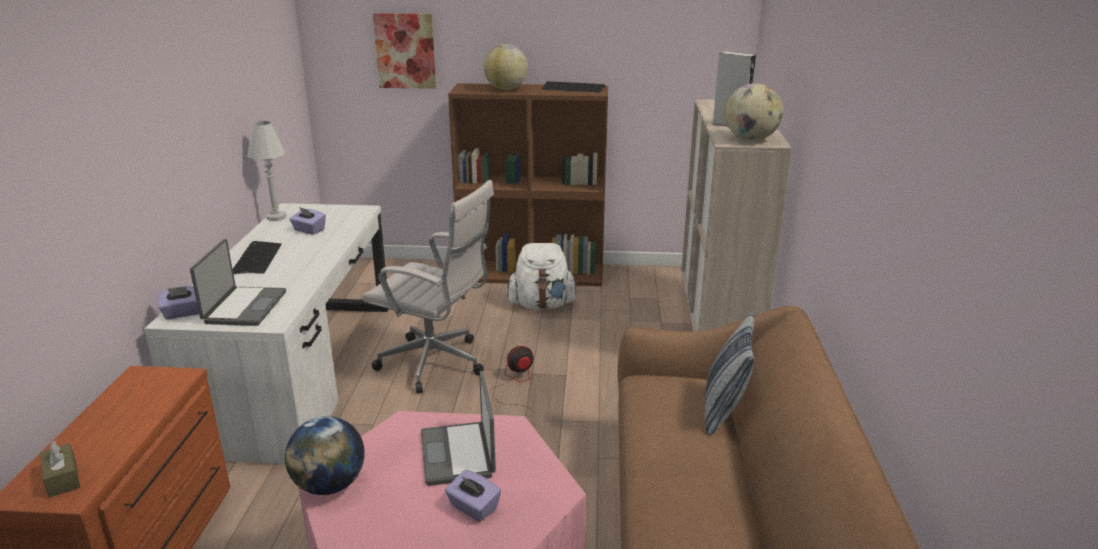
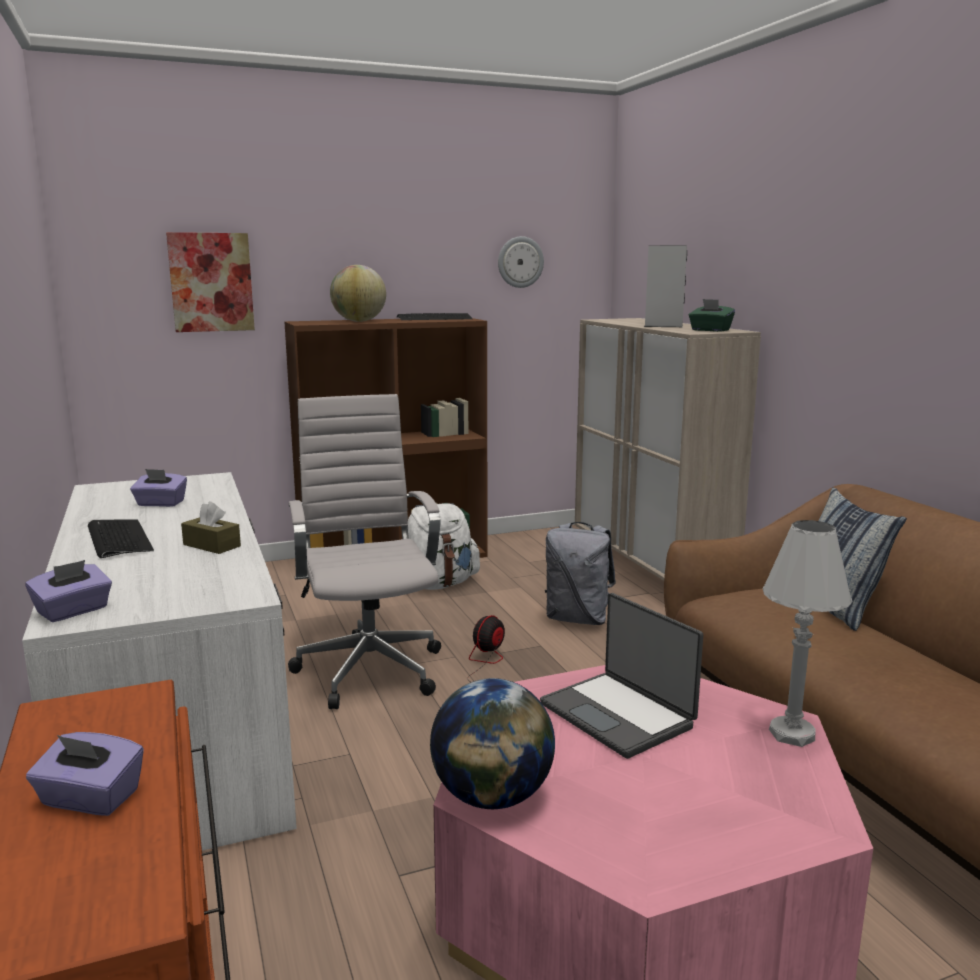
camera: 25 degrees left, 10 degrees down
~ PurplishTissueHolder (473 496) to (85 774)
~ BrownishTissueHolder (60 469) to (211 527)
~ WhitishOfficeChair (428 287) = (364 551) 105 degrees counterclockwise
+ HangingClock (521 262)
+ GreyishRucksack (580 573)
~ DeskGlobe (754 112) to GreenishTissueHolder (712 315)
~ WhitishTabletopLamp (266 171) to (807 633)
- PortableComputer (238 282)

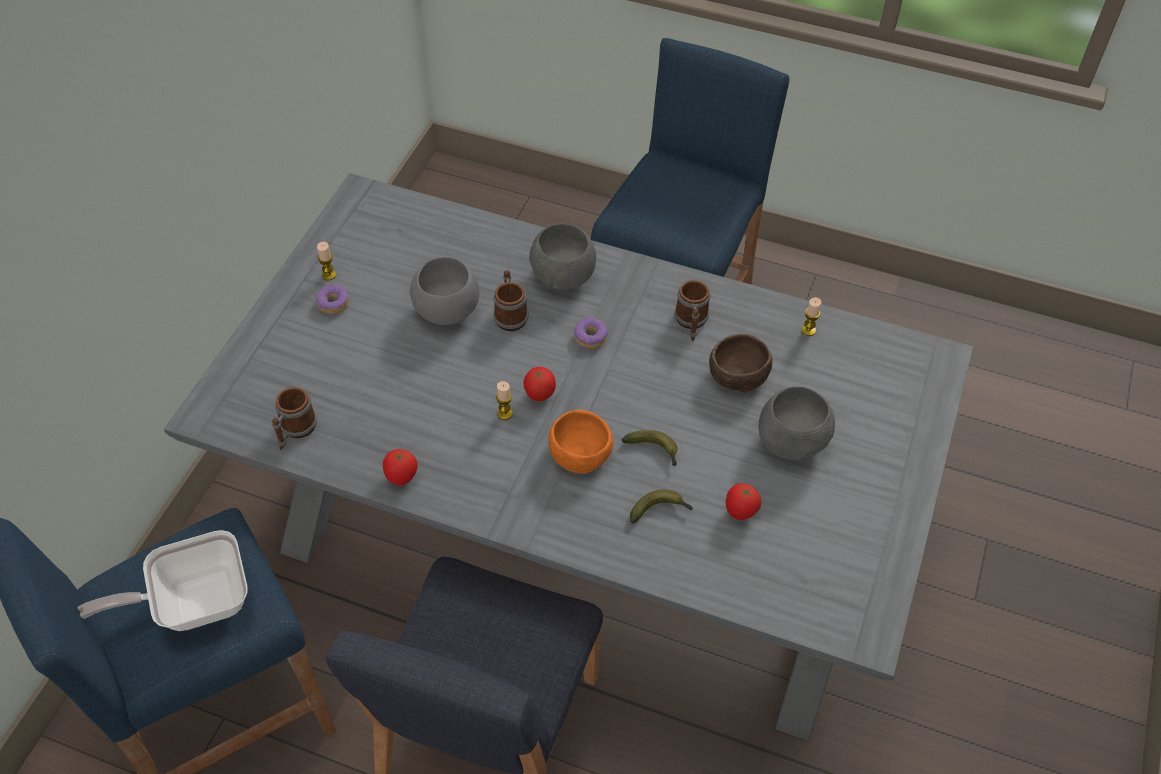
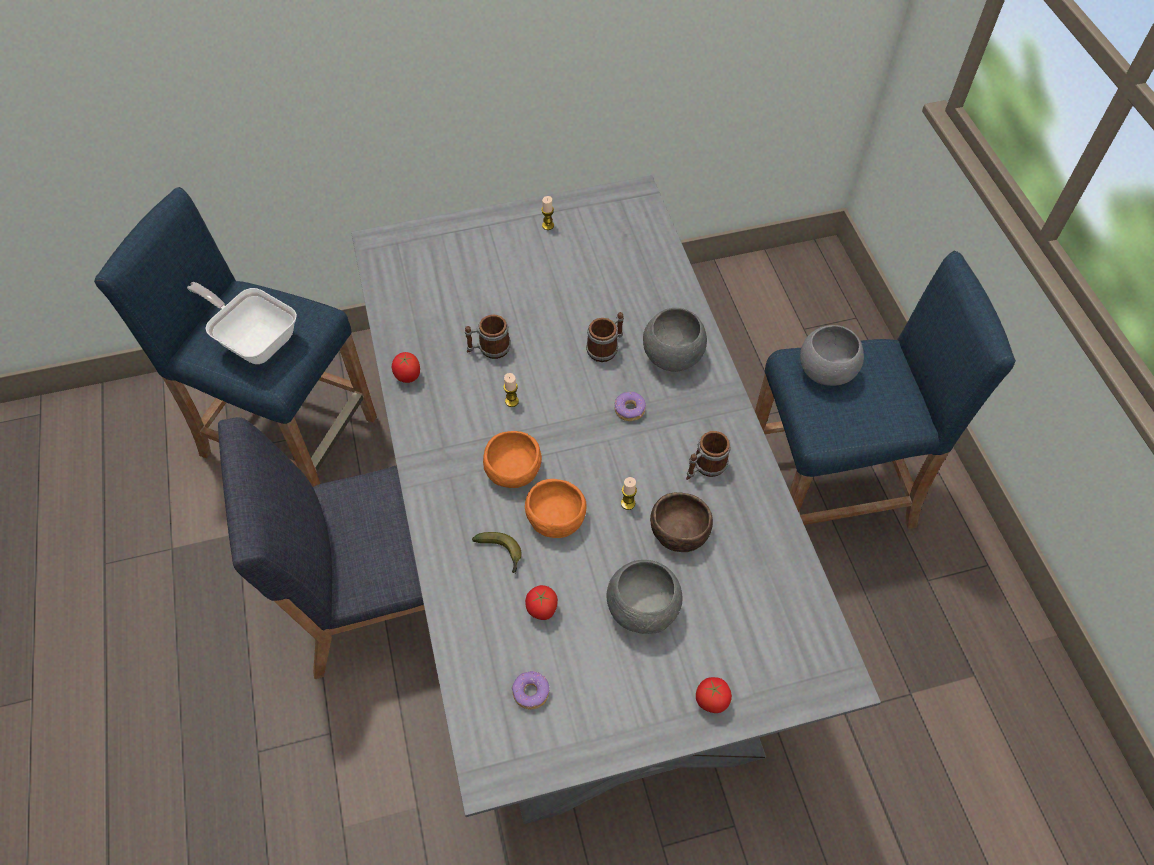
camera: 55 degrees right, 5 degrees up
~ TeaMug (294 418) to (488 337)
~ RingDoughnut (332 299) to (530 690)
~ BananaFruit (650 448) to OrangeColouredDeepDish (556 508)
~ WaxLight (811 316) to (629 493)
~ WholeTomato (539 384) to (714 695)
~ GreyishDeepDish (444 291) to (832 355)

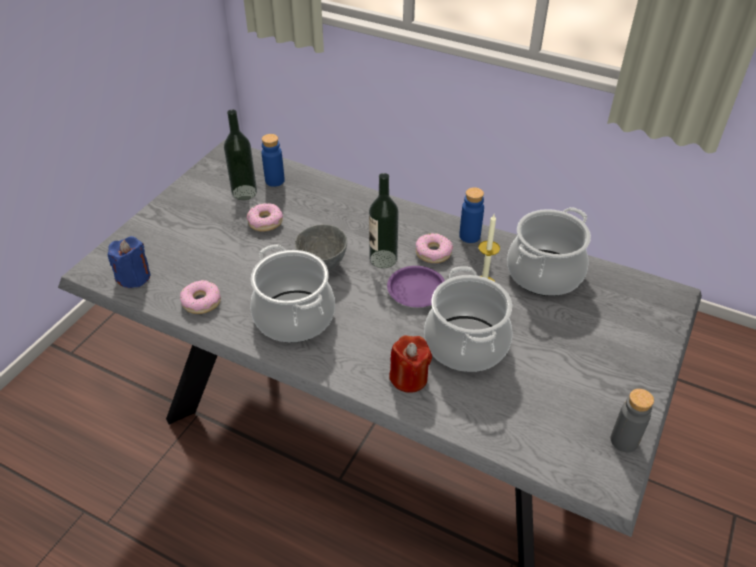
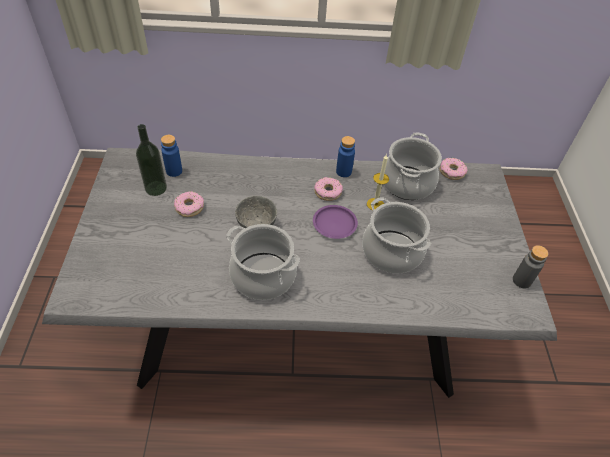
camera: 30 degrees left, 5 degrees up
~ RingDoughnut (200 297) to (453 169)
- BluishWaxLight (129 262)
- DrinkBottle (384 220)
- RedWaxLight (411 364)

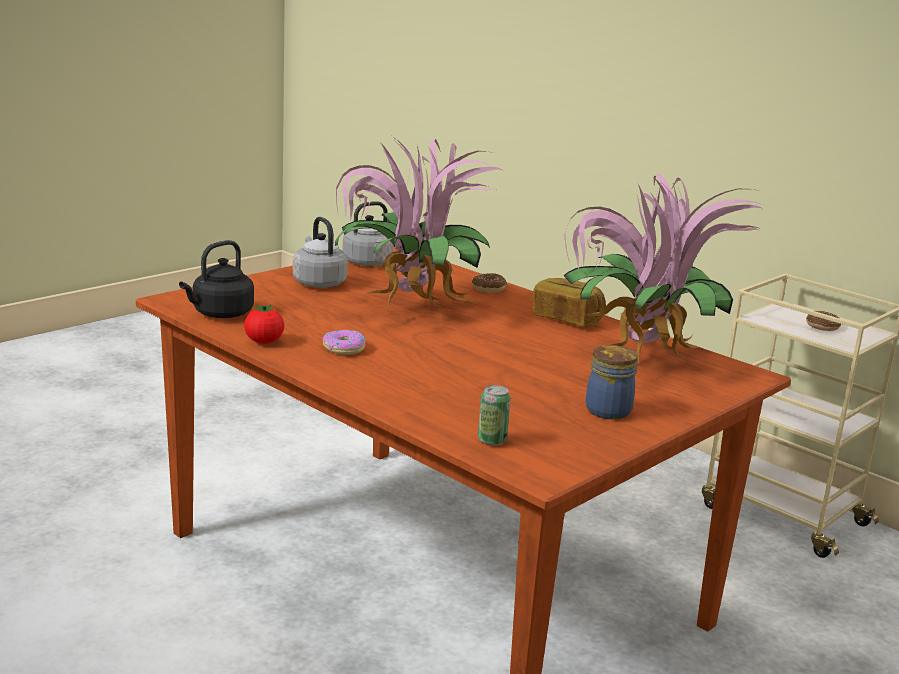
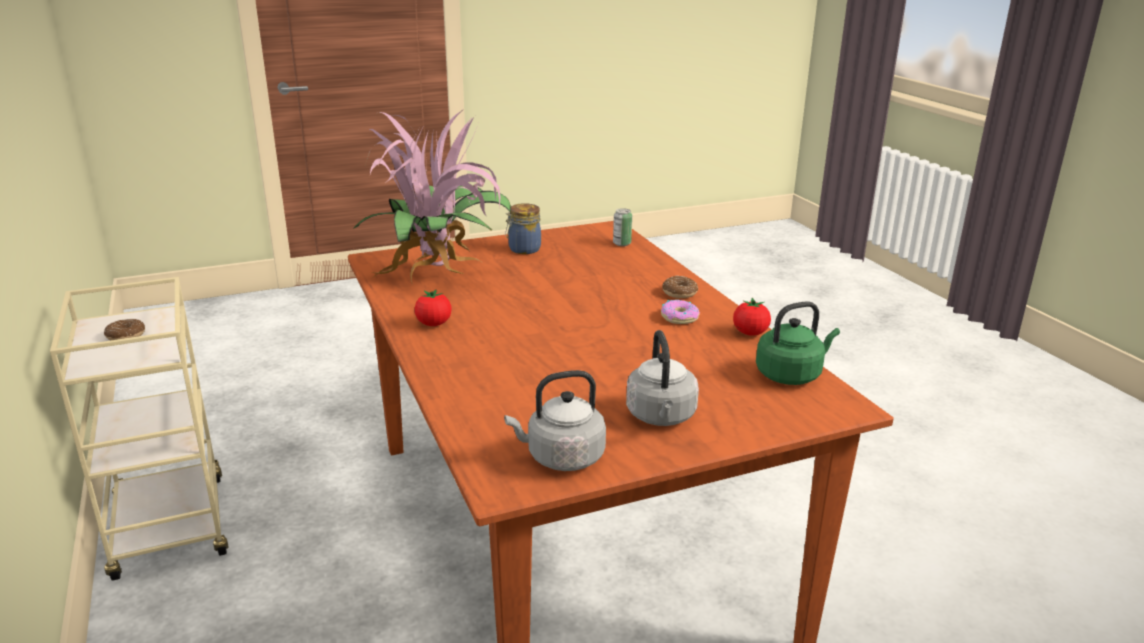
camera: 155 degrees left, 5 degrees up
~ Bread (569 302) to WholeTomato (433 308)
~ RingDoughnut (489 282) to (680 287)
~ BlackColouredKettle (216 279) to GreenishKettle (798 343)
- PottedPlant (419 223)

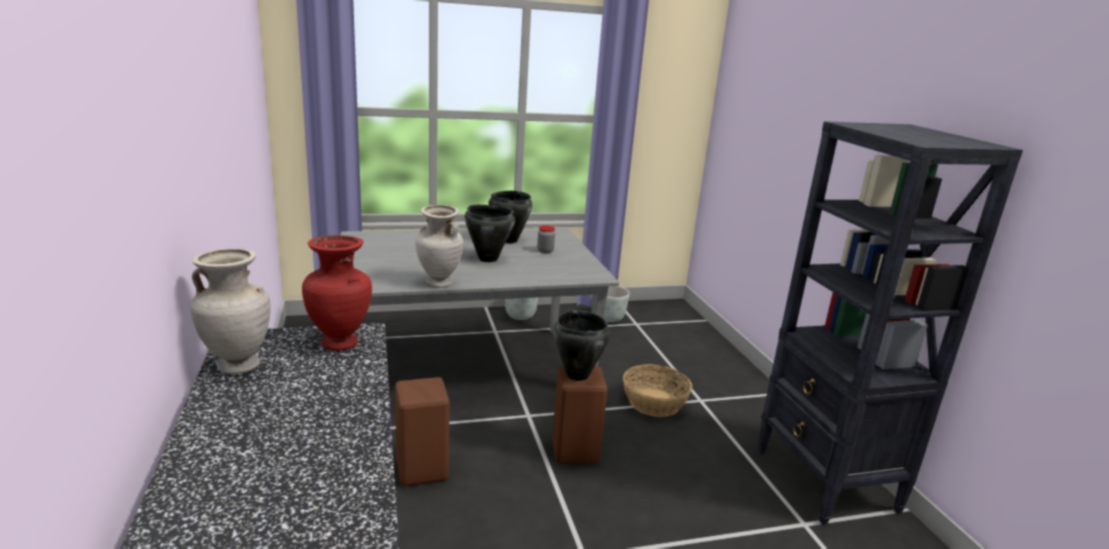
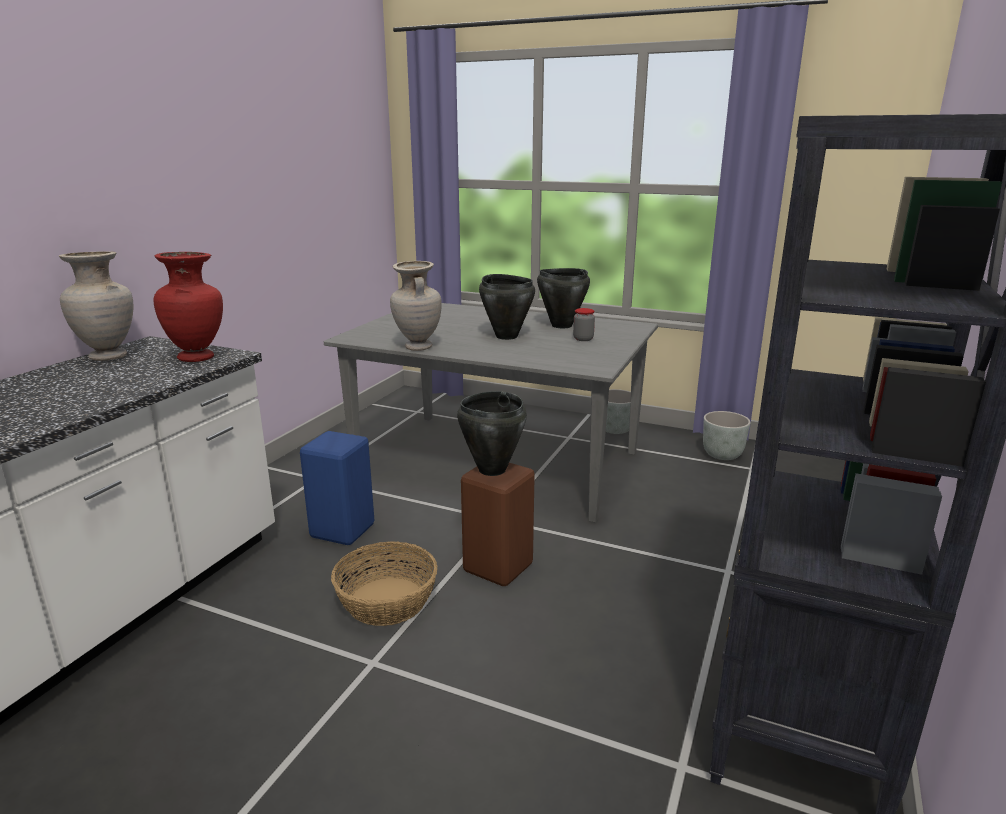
camera: 40 degrees right, 0 degrees up
~ BrownishSittingStool (422 431) to BluishSittingStool (337 488)
~ StorageBasket (657 390) to (384 584)

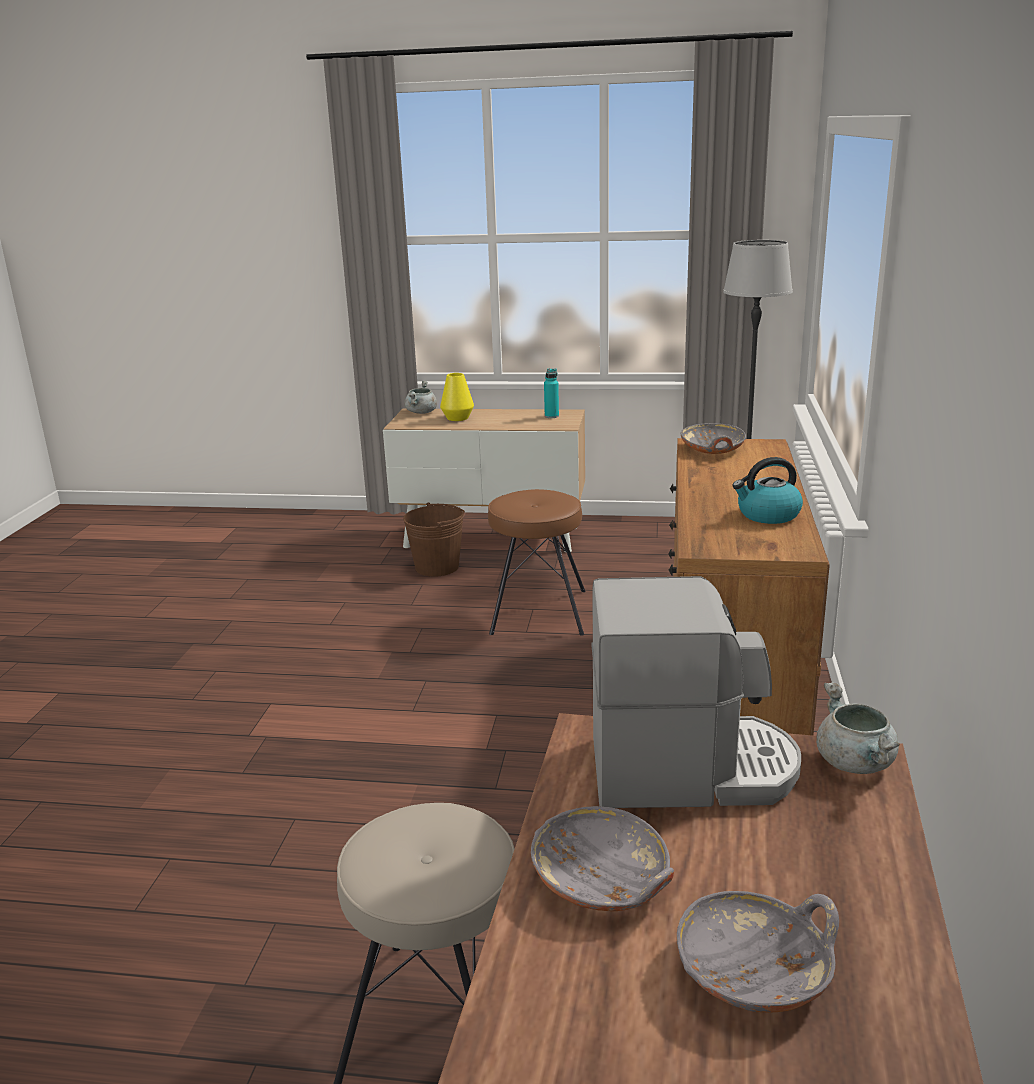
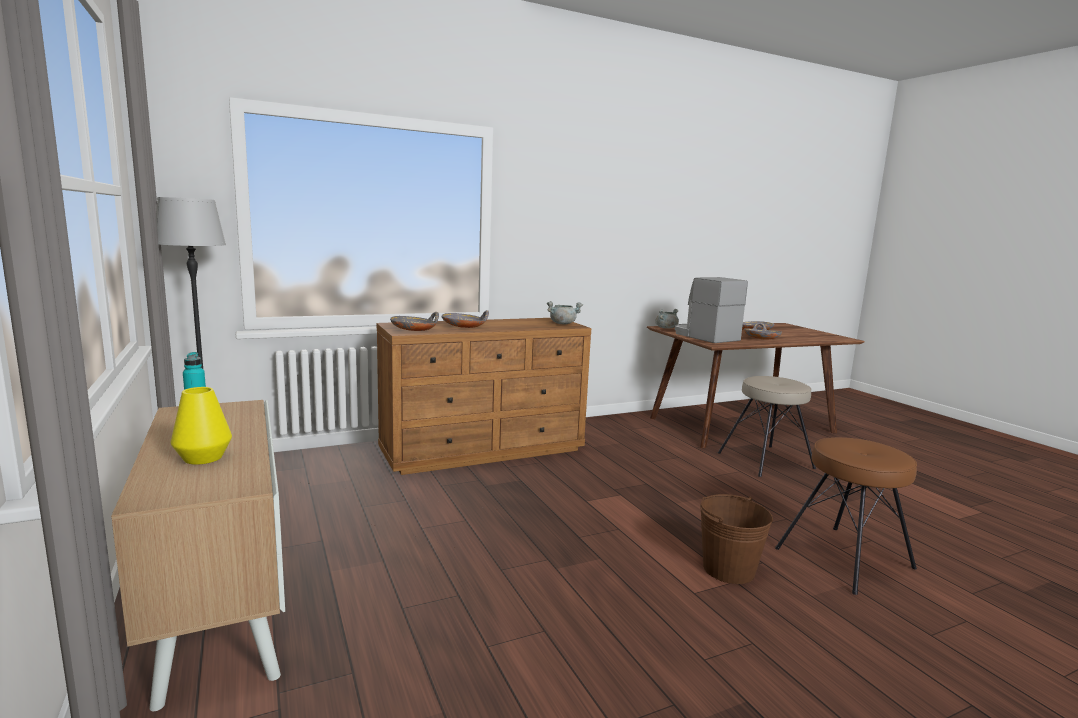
camera: 125 degrees left, 10 degrees down
+ GreyishDeepDish (465 319)
~ GreyishSaucepot (420 397) to (565 312)
~ BrownishWaterBucket (434 539) to (736 539)
~ BrownishSittingStool (536 562) to (846 516)
- Kettle (767 490)

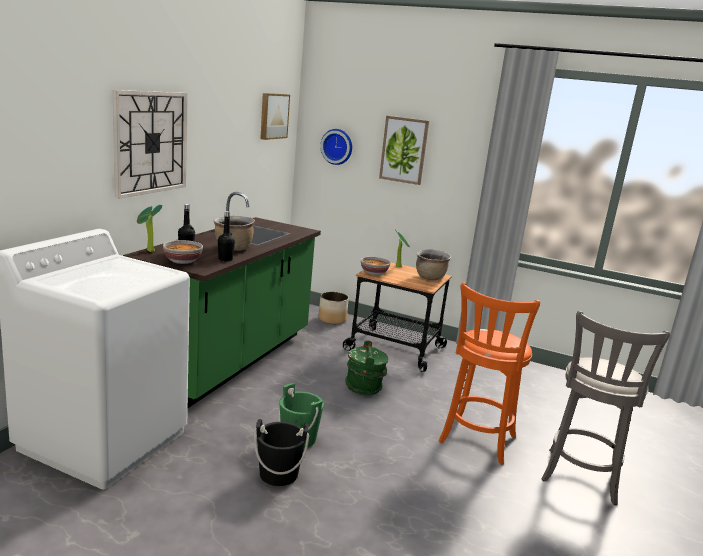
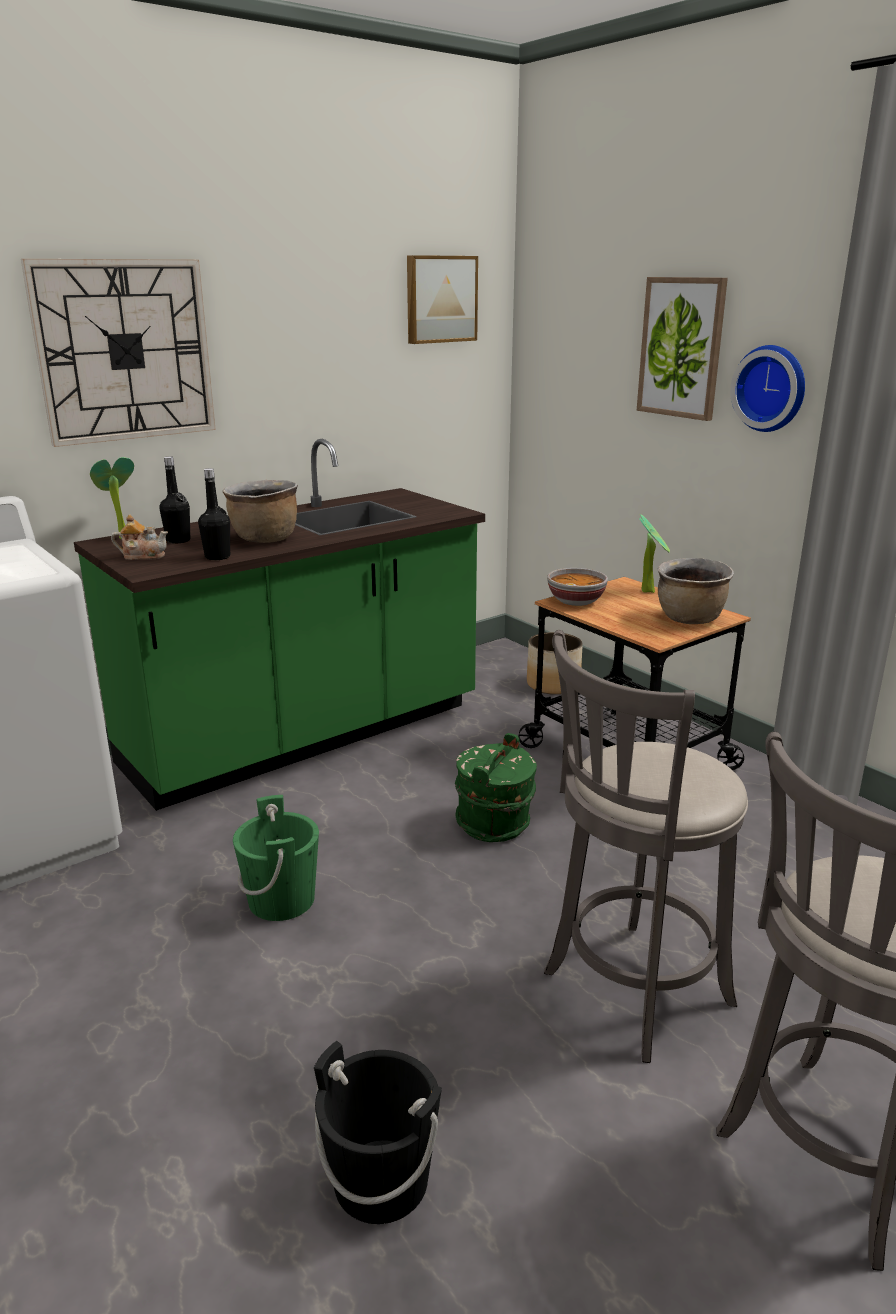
camera: 30 degrees right, 5 degrees up
~ DeepDish (183 252) to PotForTea (139 537)
~ BlackColouredWaterBucket (281 452) to (378 1132)
~ OrangeColouredSittingStool (489 373) to GreyishSittingStool (646 846)
~ HangingClock (336 147) to (767 388)

